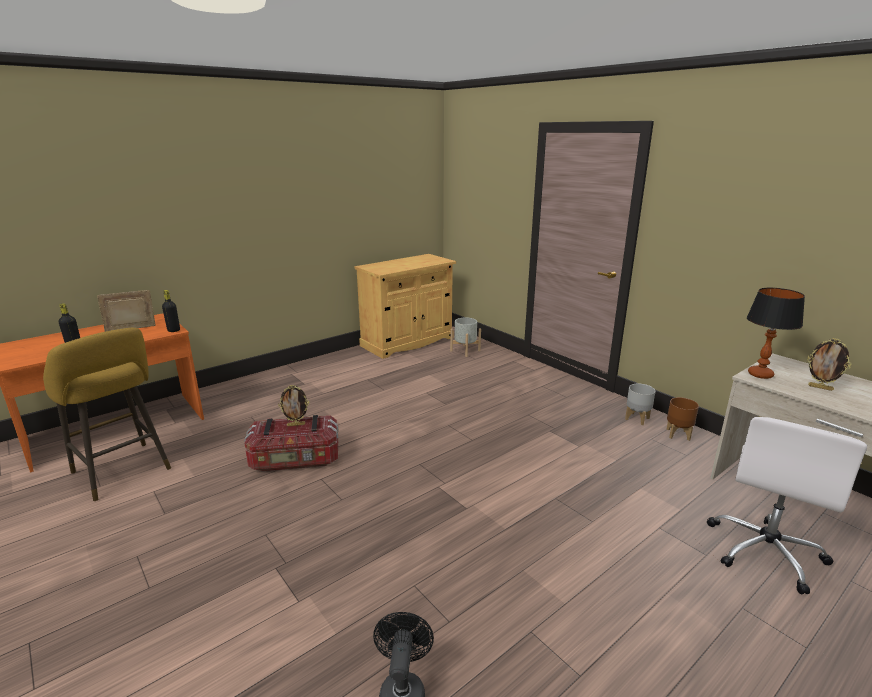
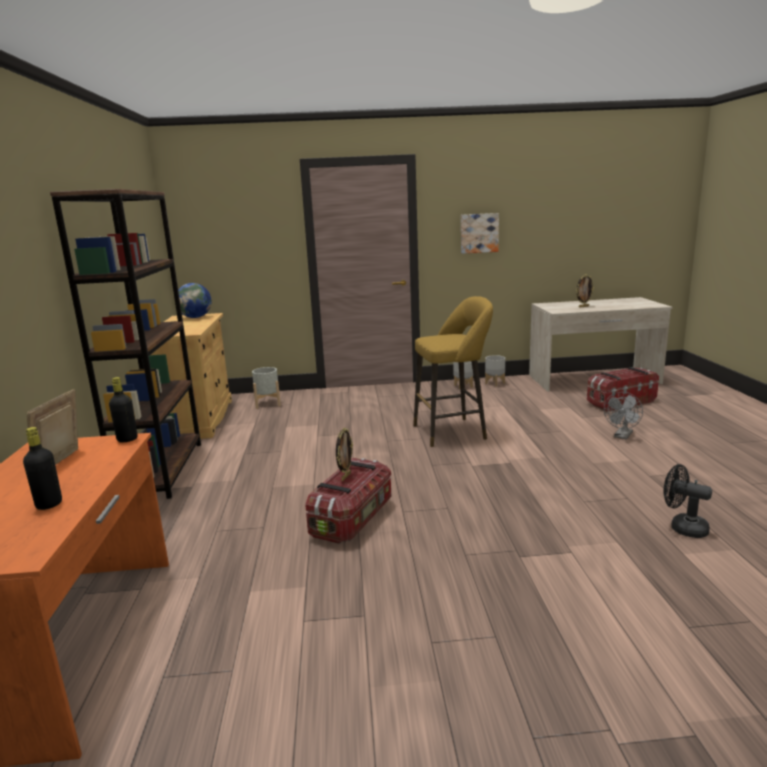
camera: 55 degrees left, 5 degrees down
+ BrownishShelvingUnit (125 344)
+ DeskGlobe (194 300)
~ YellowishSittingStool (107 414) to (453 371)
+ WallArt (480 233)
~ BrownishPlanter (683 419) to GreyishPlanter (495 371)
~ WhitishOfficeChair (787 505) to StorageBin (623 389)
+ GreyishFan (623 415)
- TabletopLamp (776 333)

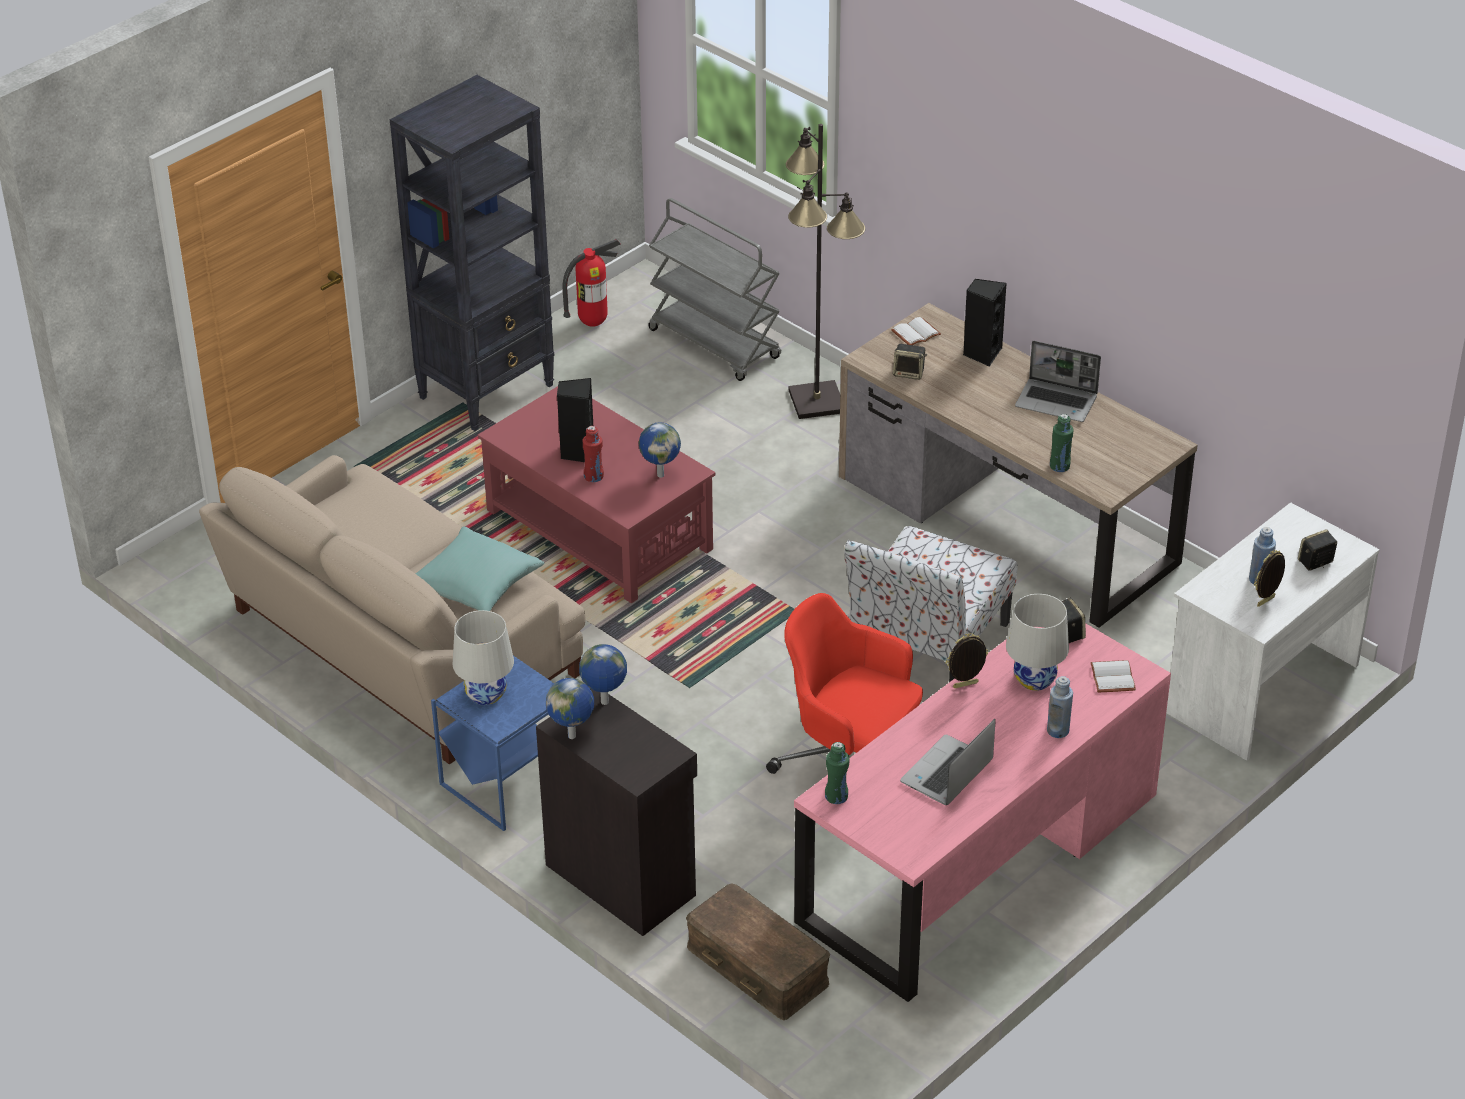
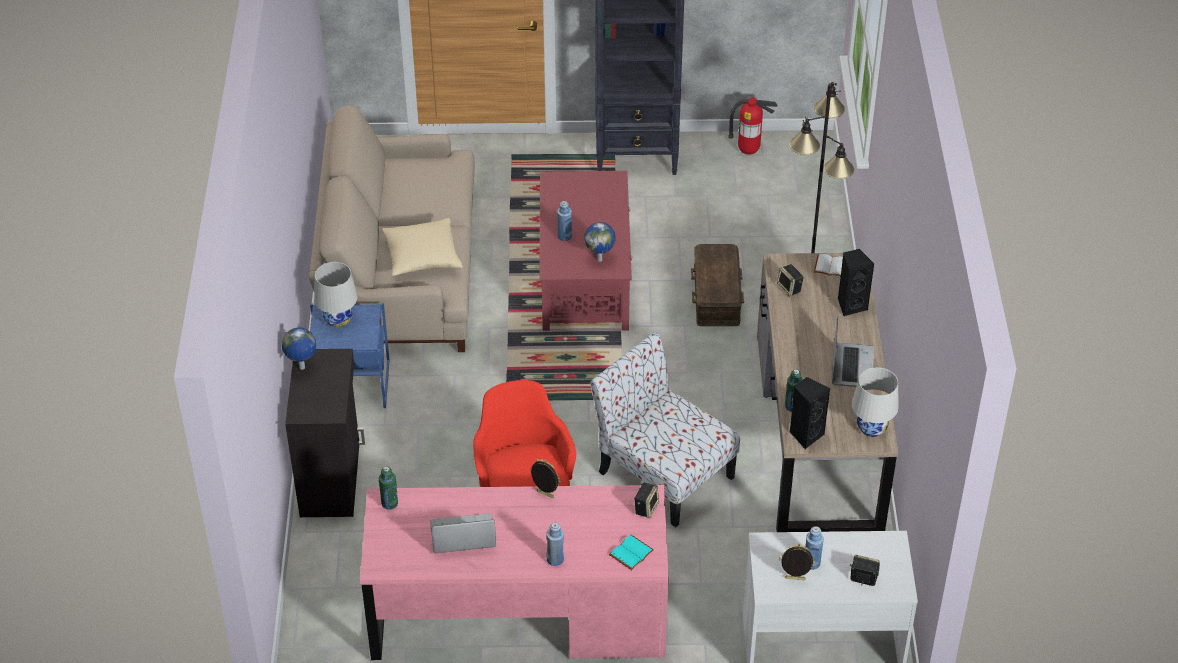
camera: 45 degrees right, 5 degrees up
~ BlueGreenPillow (479 568) to BeigeColouredPillow (422 247)
~ RedDrinkBottle (593 454) to BluishDrinkBottle (564 221)
~ Chair (931 604) = (665 429) 60 degrees clockwise
~ WhitishBoundBook (1113 676) to BlueGreenBoundBook (631 552)
~ BrownishStorageBin (758 951) to (717 285)
~ BlackColouredSpeaker (575 420) to (810 413)
~ PortableComputer (1058 381) = (853 352) 150 degrees counterclockwise
~ WhitishTabletopLamp (1037 642) to (875 402)
- DeskGlobe (603 674)
- GreyishCart (714 289)

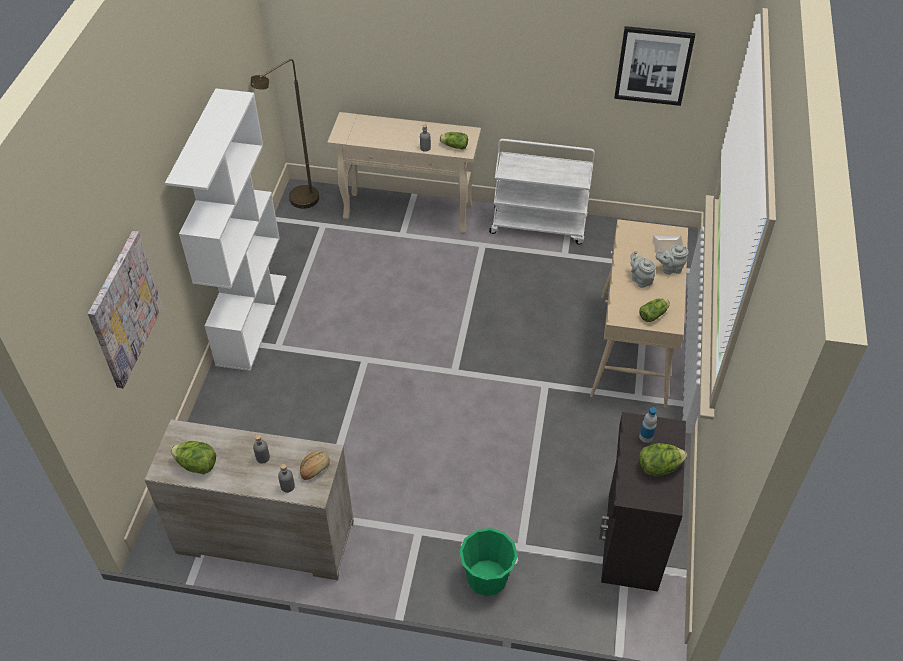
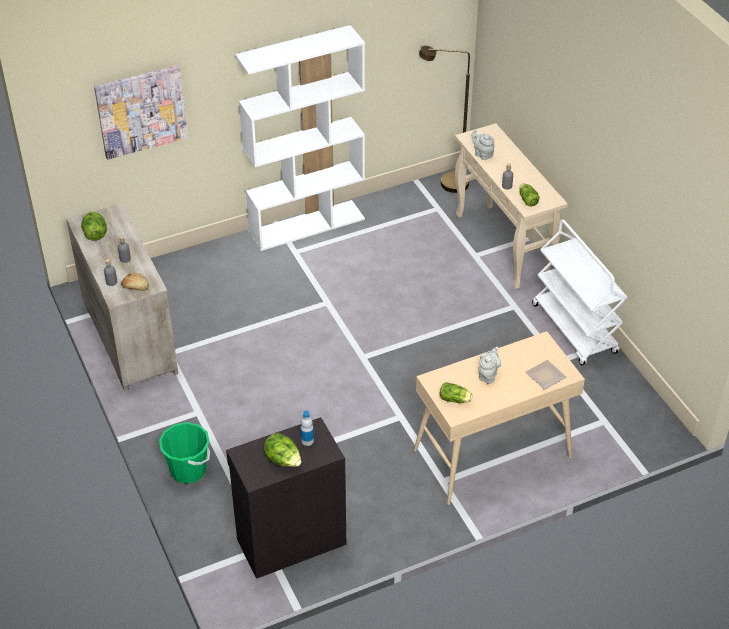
camera: 55 degrees right, 5 degrees down
~ GreyishPotForTea (672 259) to (483 145)
- WallArt (654 66)

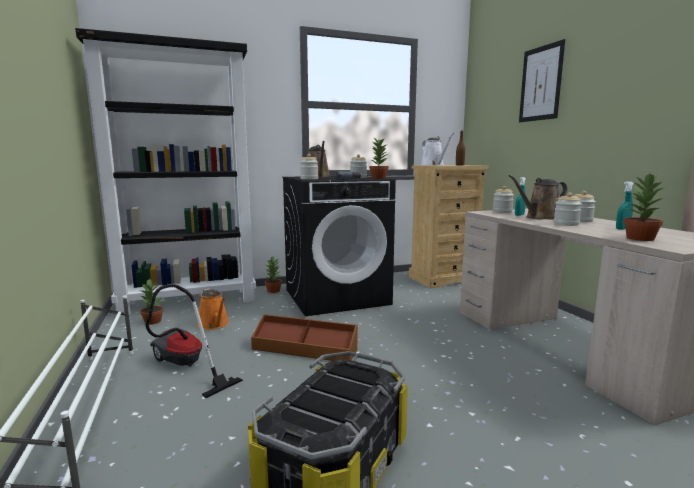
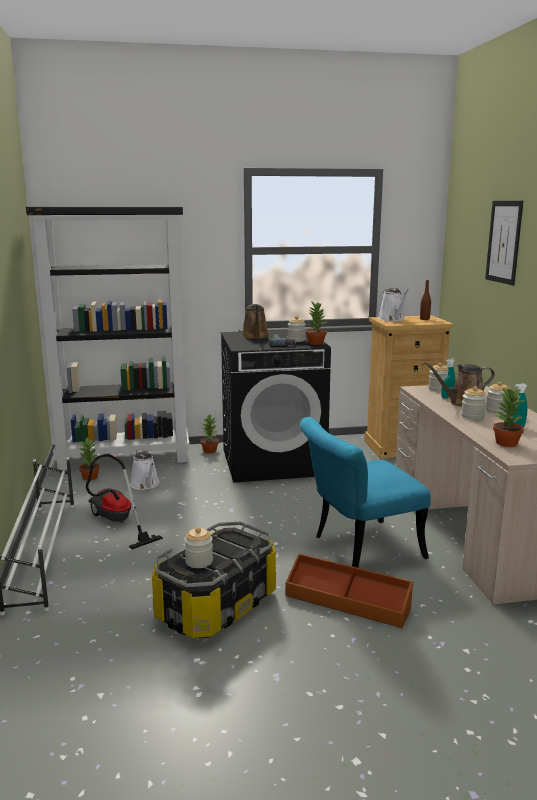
camera: 10 degrees right, 5 degrees up
~ OrangeColouredSprinklingCan (213 309) to WhitishSprinklingCan (145 469)
~ PreserveJar (309 167) to (198 547)
~ BrownishStorageBin (304 337) to (349 590)
+ BlueGreenChair (365 492)

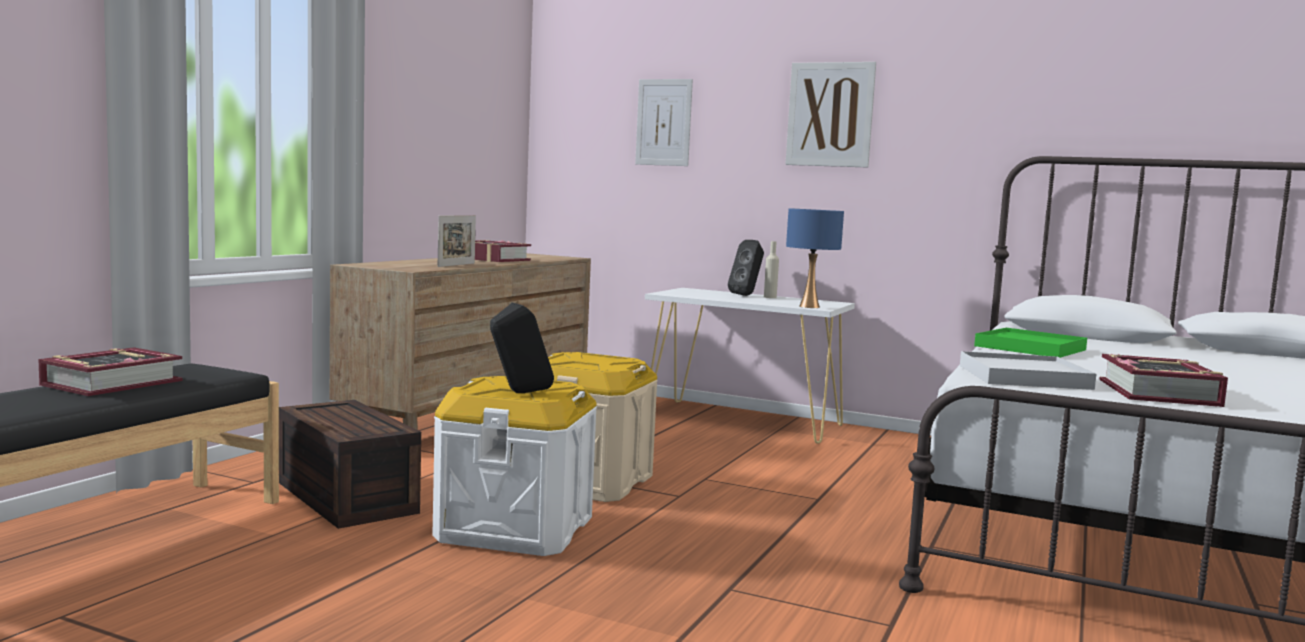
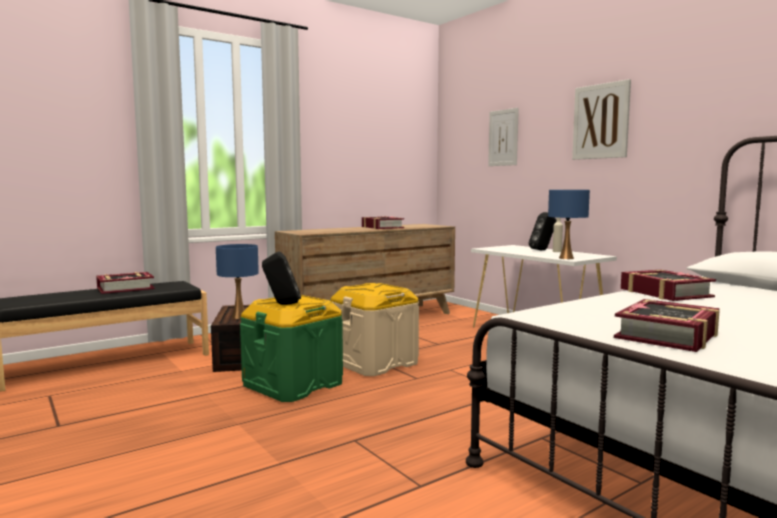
camera: 30 degrees right, 0 degrees up
+ BluishTabletopLamp (237 281)
~ WhitishStorageBin (514 466) to GreenishStorageBin (291 348)
~ GreenishServingTray (1030 343) to BoundBook (668 285)
- StandingFrame (457 241)
- WhitishServingTray (1028 370)

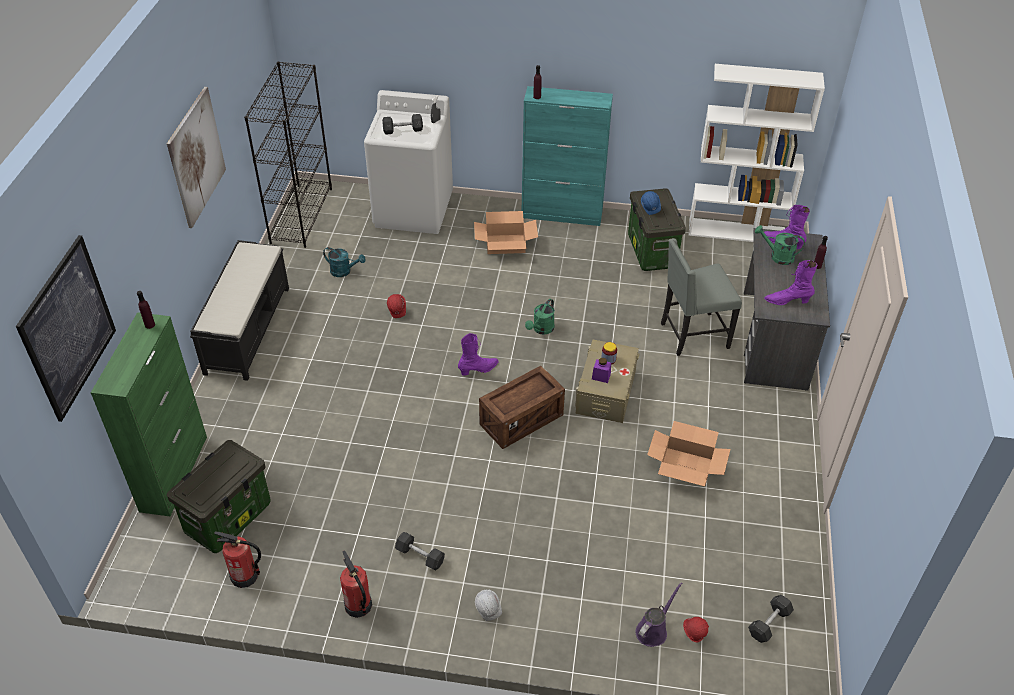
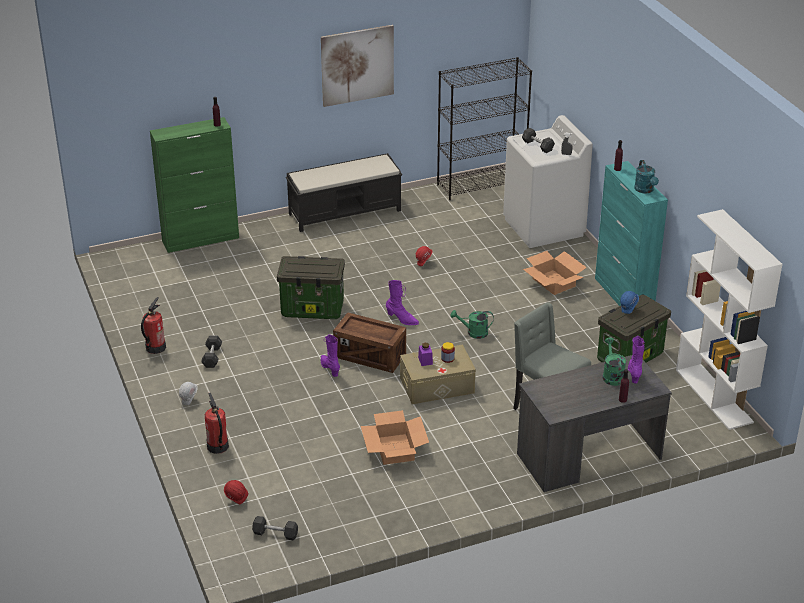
camera: 60 degrees right, 10 degrees down
~ Extinguisher (237 559) to (217 423)
~ StorageBin (218 496) to (311 287)
~ PurplishHighTopBoot (790 282) to (330 355)
~ BlueGreenSprinklingCan (344 262) to (646 177)
- WallArt (66 328)
- PurplishSprinklingCan (659 614)

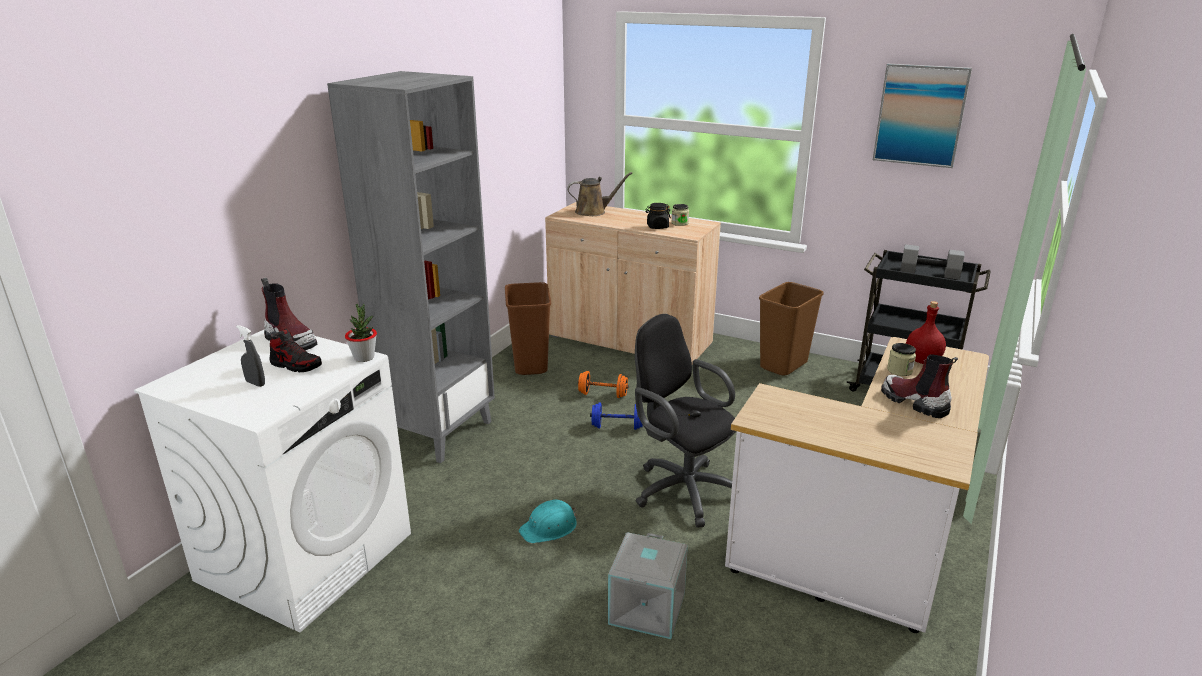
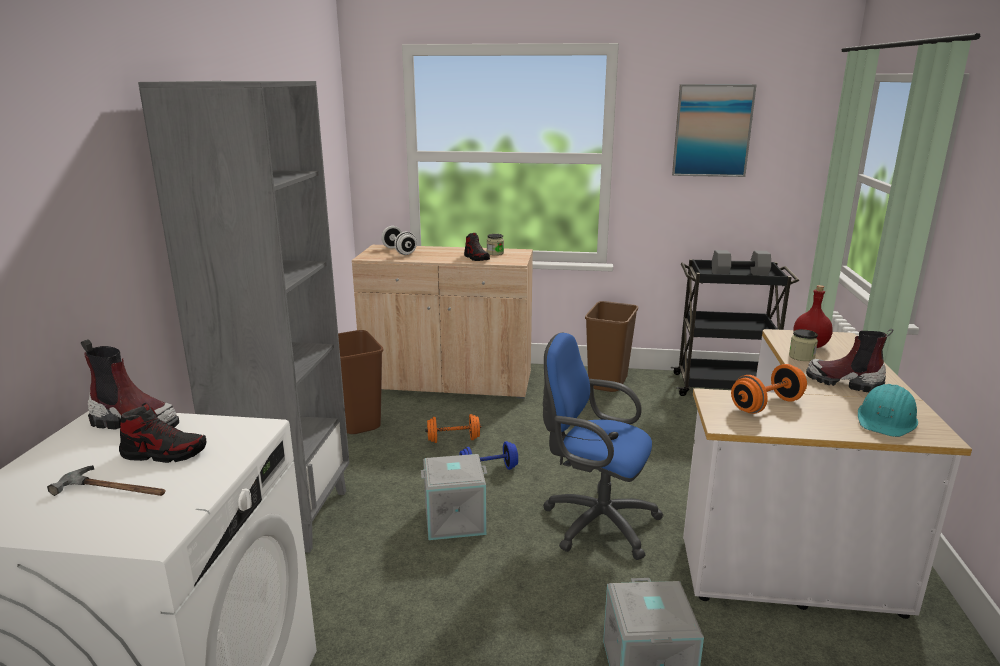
camera: 20 degrees left, 5 degrees down
~ GreyishHandSprayer (250 356) to HandHammer (106 480)
~ BrownishSprinklingCan (599 194) to WhitishDumbbell (399 240)
+ GreyishStorageBin (454 497)
~ BlackColouredPreserveJar (658 216) to Shoe (477 247)
~ BlackColouredOfficeChair (685 420) to BluishOfficeChair (603 446)
+ OrangeColouredDumbbell (769 389)
~ BlueGreenWorkHelmet (548 521) to (888 410)
- PottedPlant (361 333)

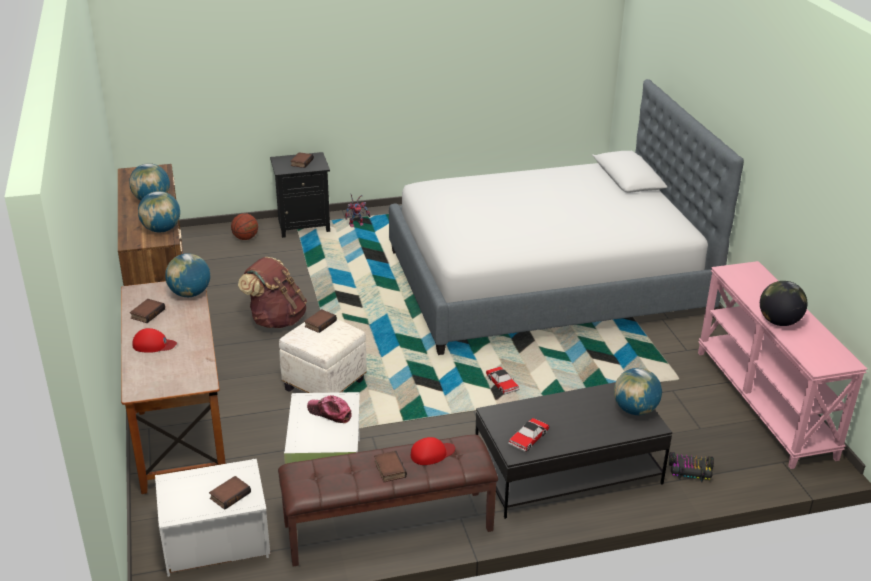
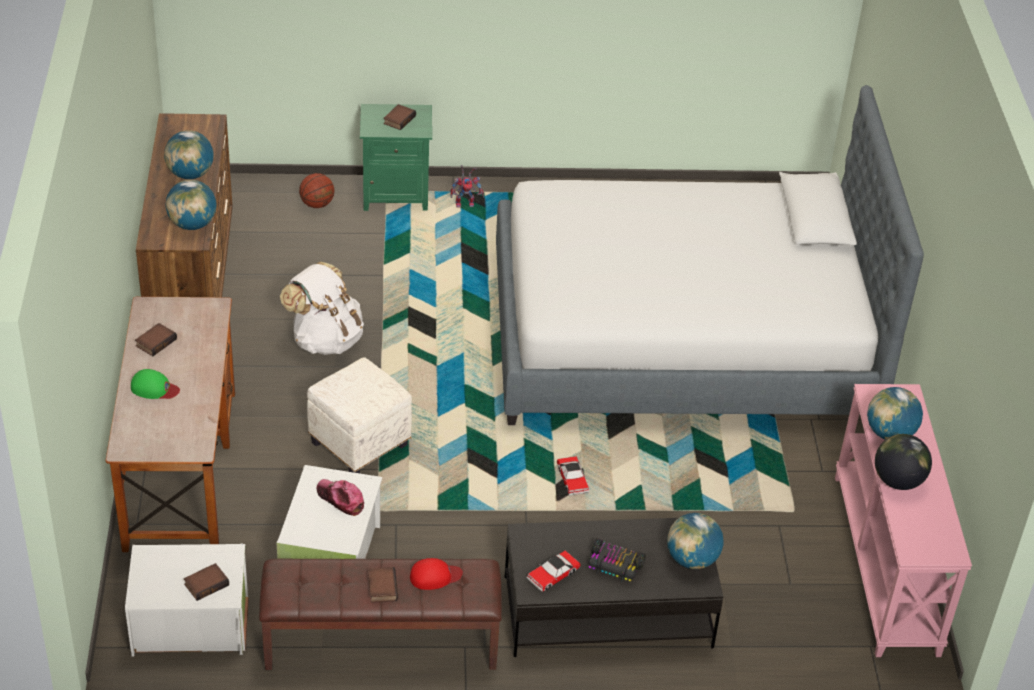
camera: 10 degrees right, 10 degrees up
~ RedBaseballCap (155 340) to GreenishBaseballCap (155 384)
~ BrownishRucksack (272 292) to WhitishRucksack (322 308)
~ BlackColouredNightstand (300 195) to GreenishNightstand (396 157)
~ ToyCar (691 467) to (617 560)
~ DeskGlobe (187 275) to (895 413)
- BoundBook (320 321)

